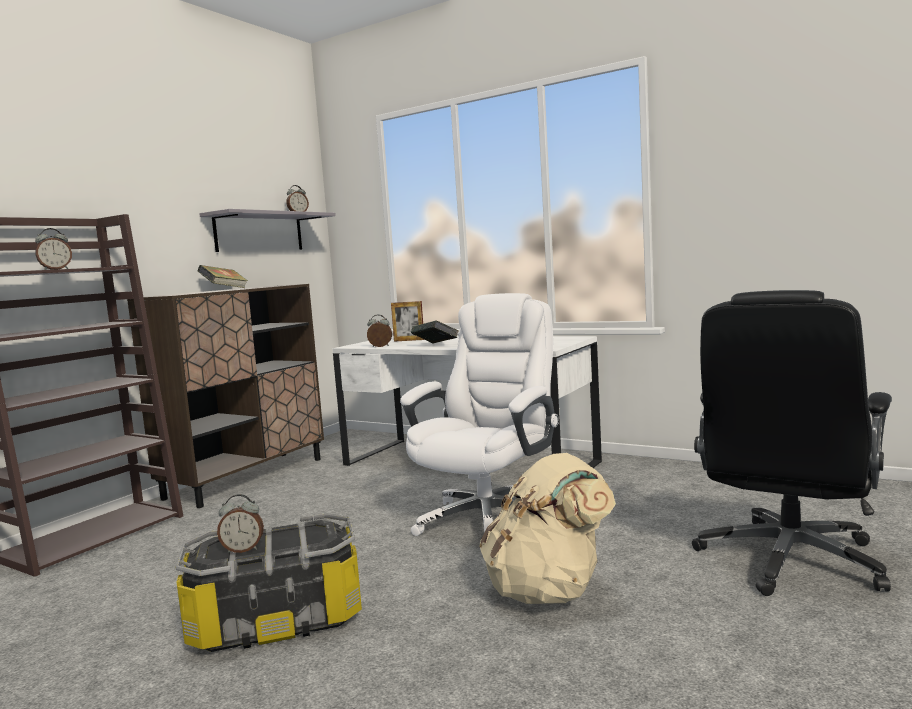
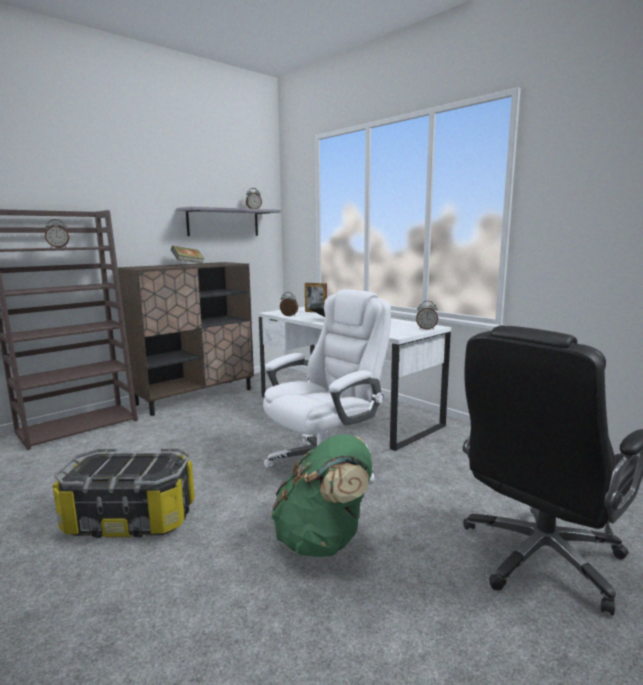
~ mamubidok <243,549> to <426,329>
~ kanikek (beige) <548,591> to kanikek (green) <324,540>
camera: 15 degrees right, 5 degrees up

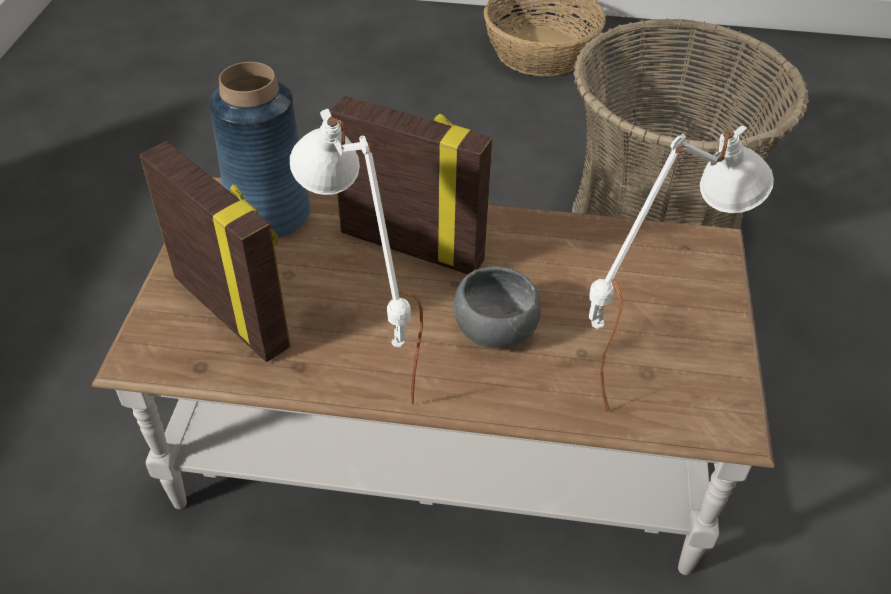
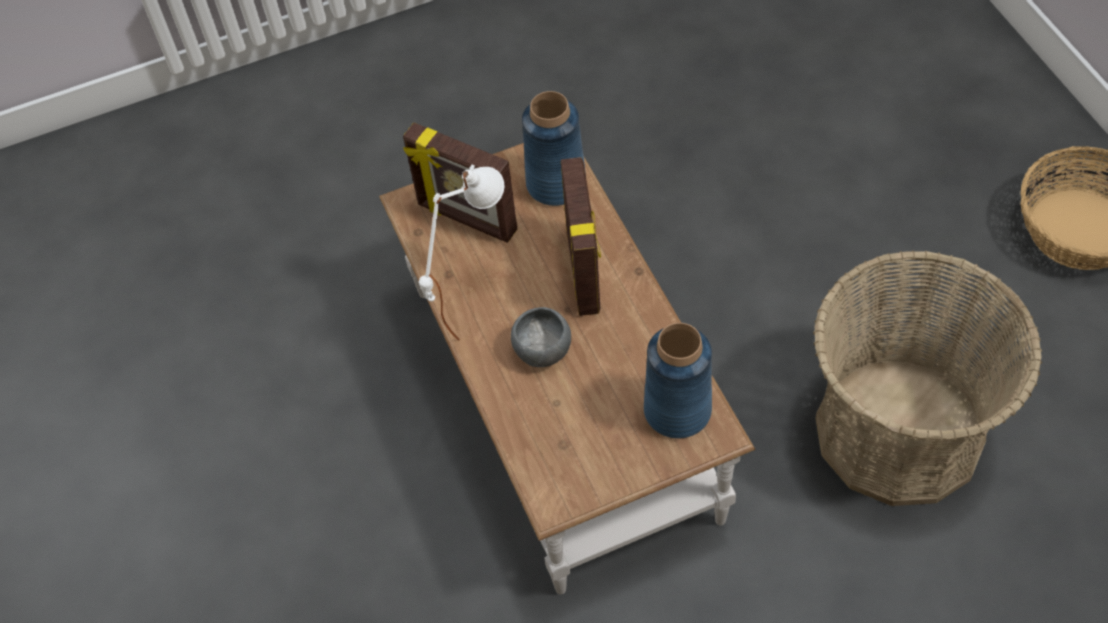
~ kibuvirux <233,311> = <466,219> 105 degrees clockwise
- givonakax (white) <639,365>
+ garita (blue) <678,410>
camera: 65 degrees right, 10 degrees up

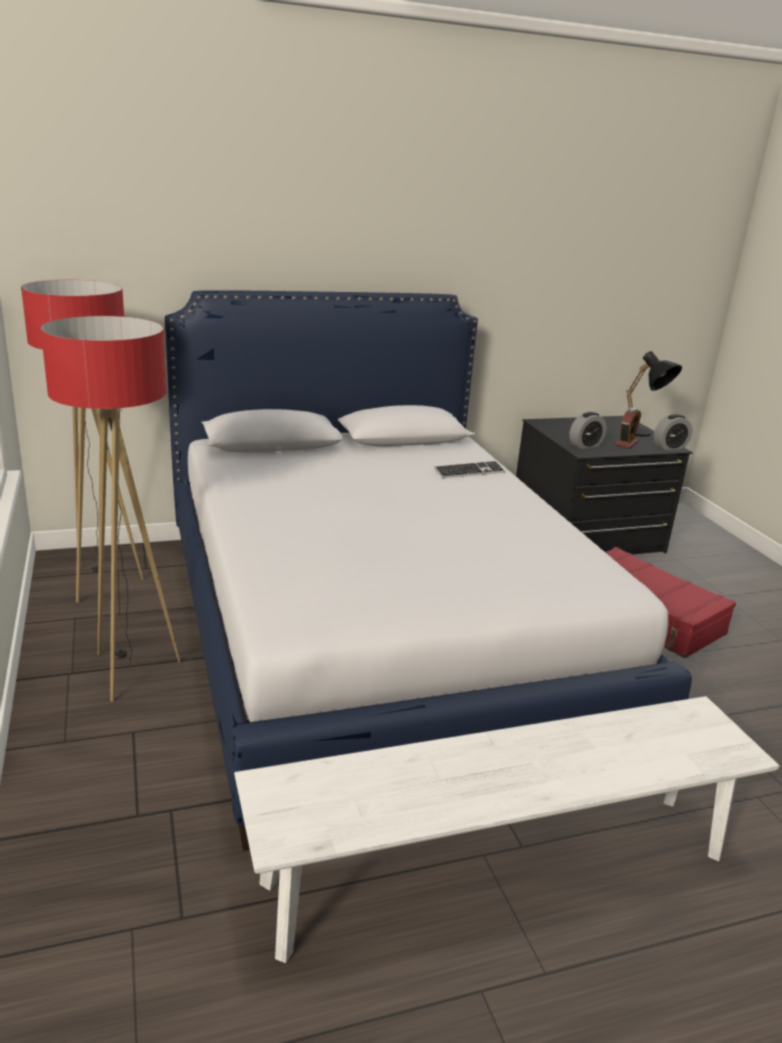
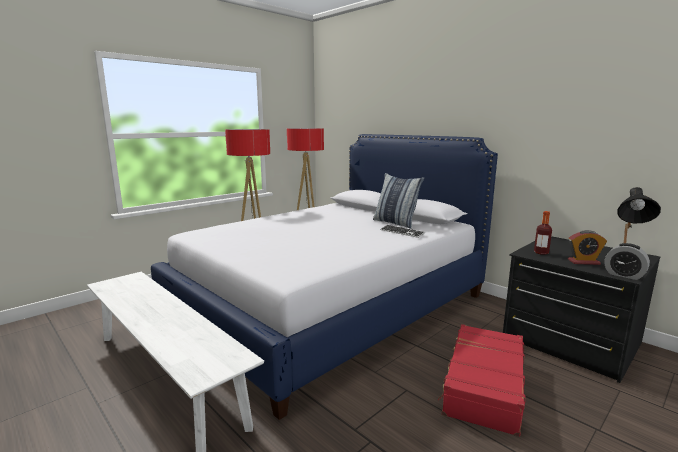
~ mamubidok <585,445> to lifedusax <541,252>
+ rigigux <396,223>
camera: 65 degrees right, 10 degrees down

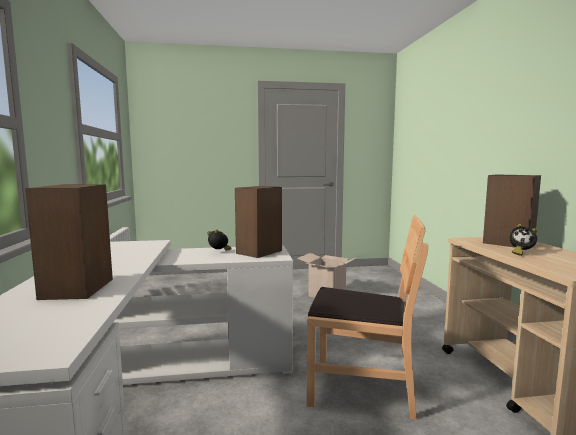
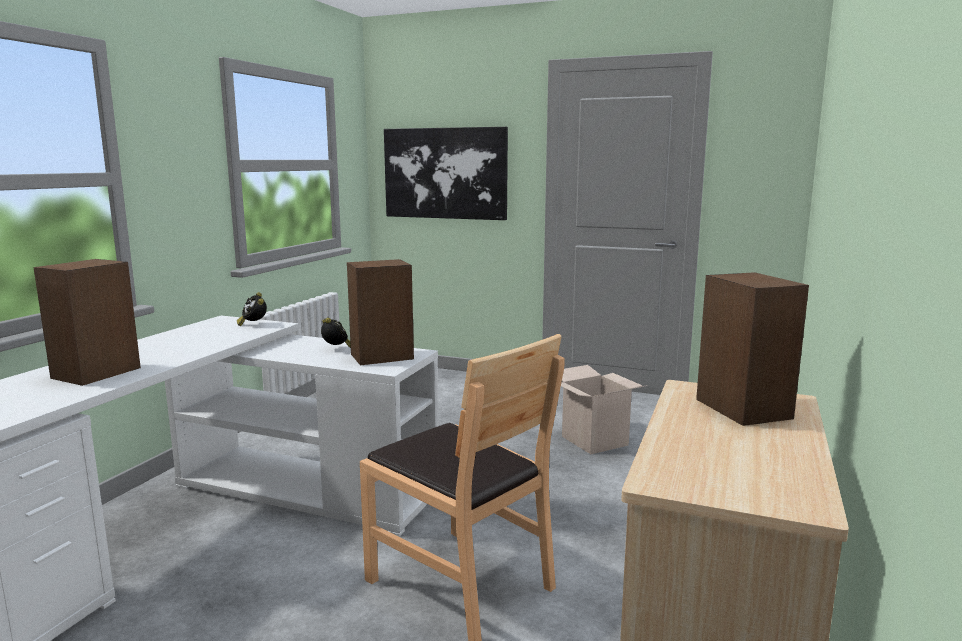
~ mamubidok <520,253> to <253,324>
+ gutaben <445,173>
camera: 30 degrees right, 5 degrees up

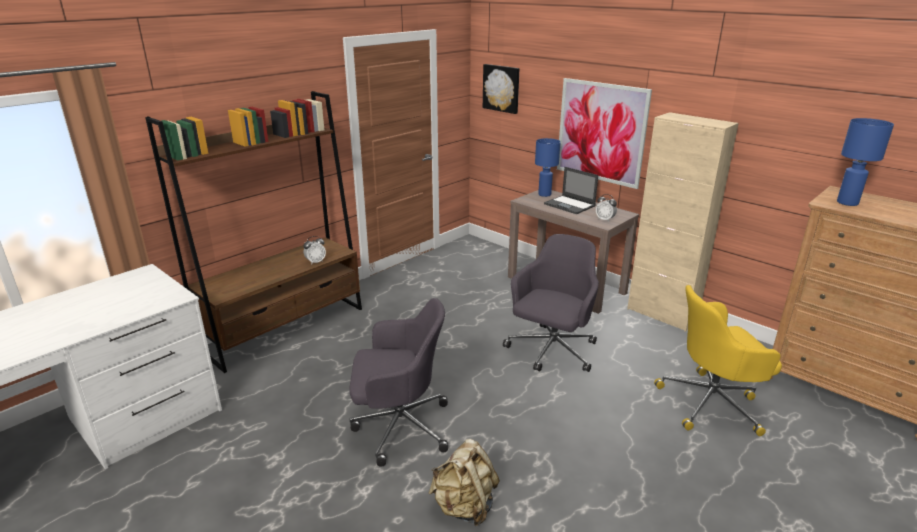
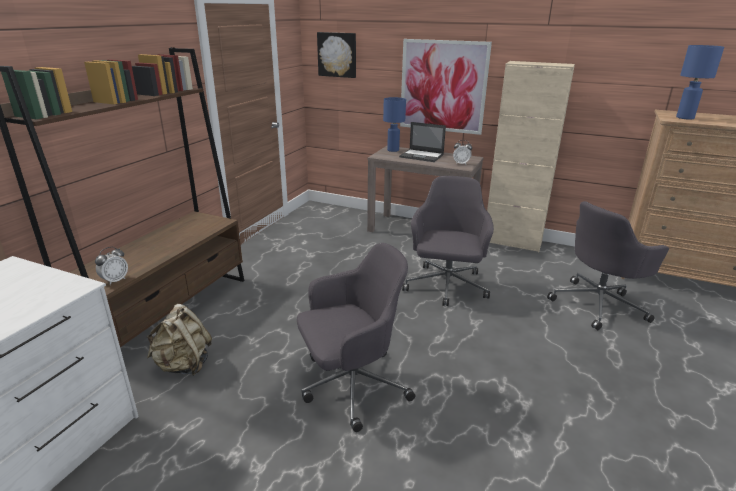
~ mamubidok <315,262> to <115,280>
~ kanikek (beige) <464,506> to <184,365>
~ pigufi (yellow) <712,403> to pigufi (grey) <599,304>
camera: 20 degrees left, 0 degrees up

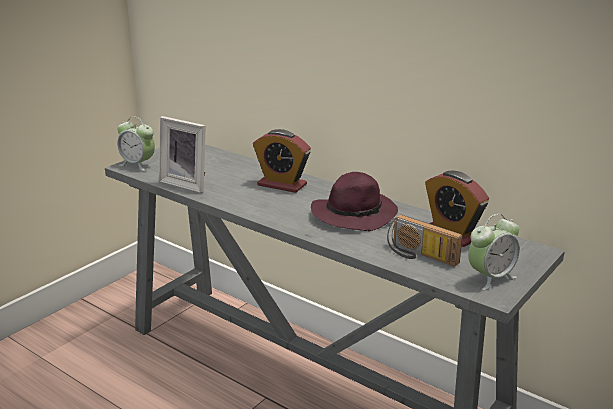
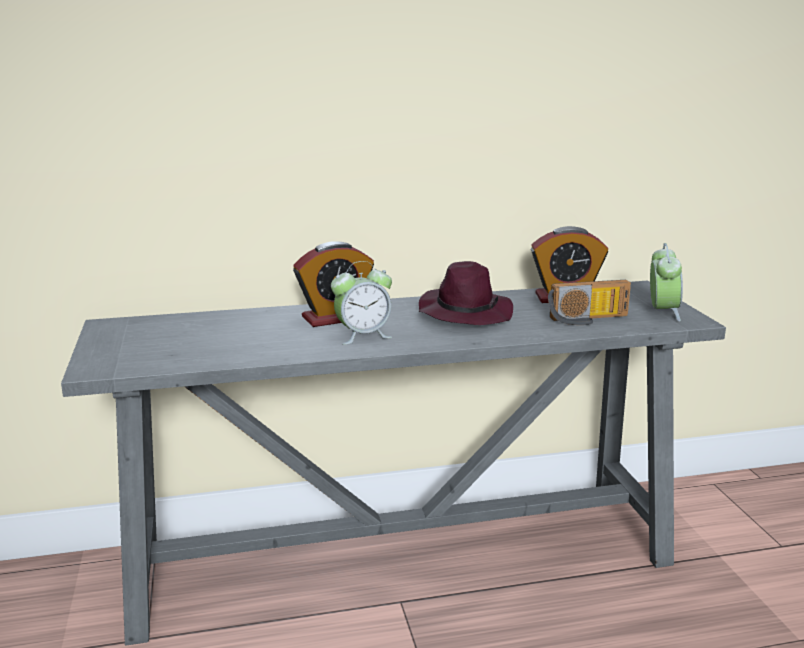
~ mamubidok <138,165> to <363,336>
- kibuvirux <187,183>
camera: 50 degrees left, 5 degrees down

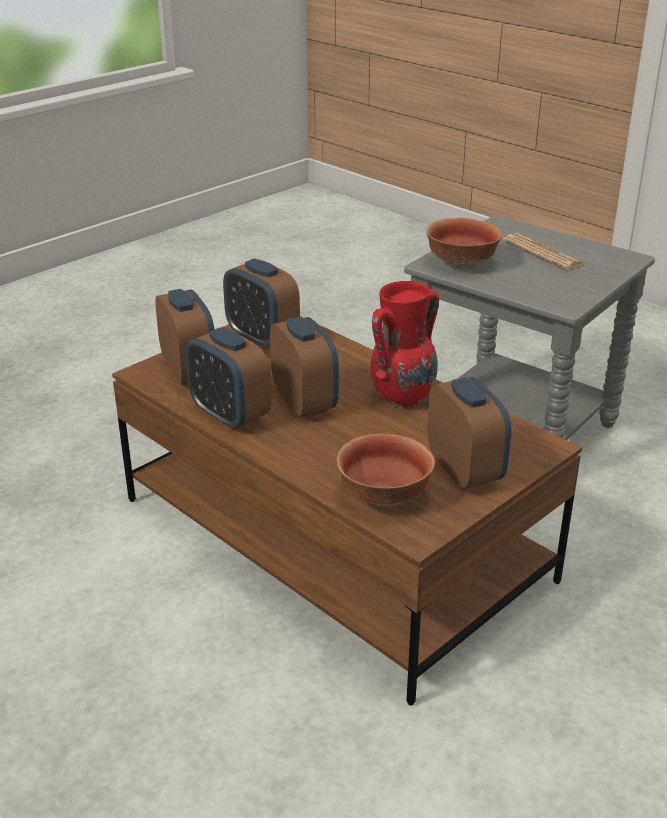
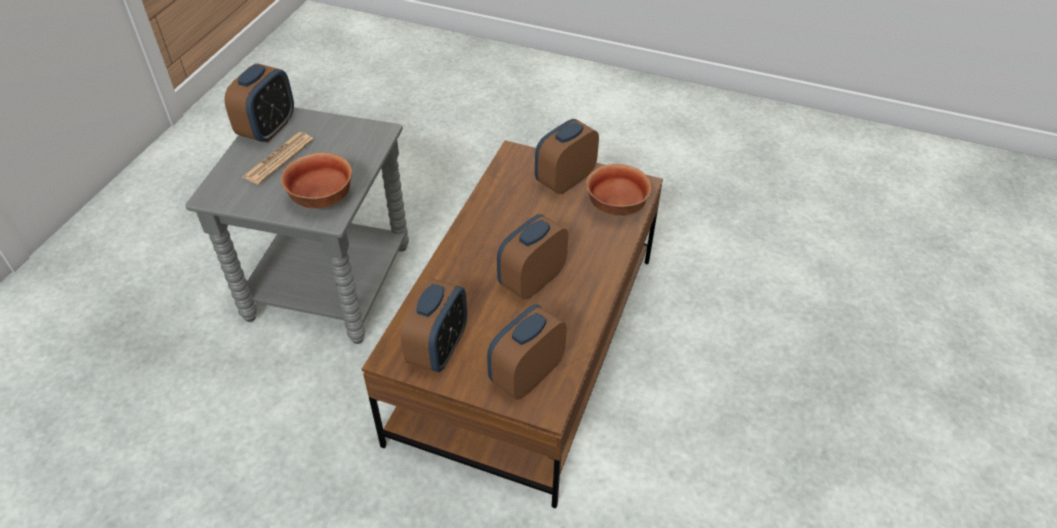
~ mamubidok <230,415> to <268,129>
- garita (red) <401,399>
camera: 115 degrees left, 15 degrees up

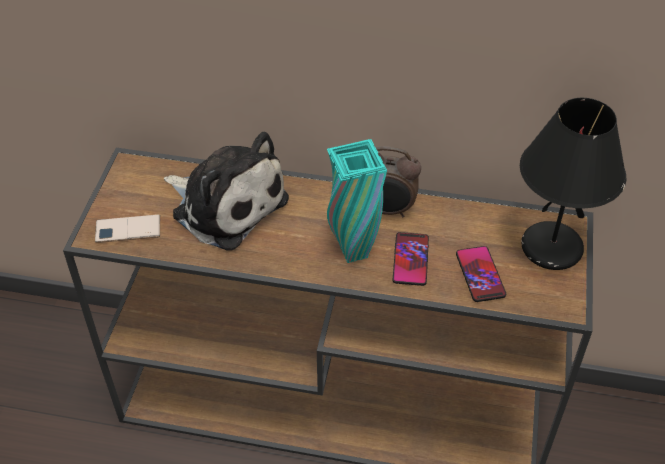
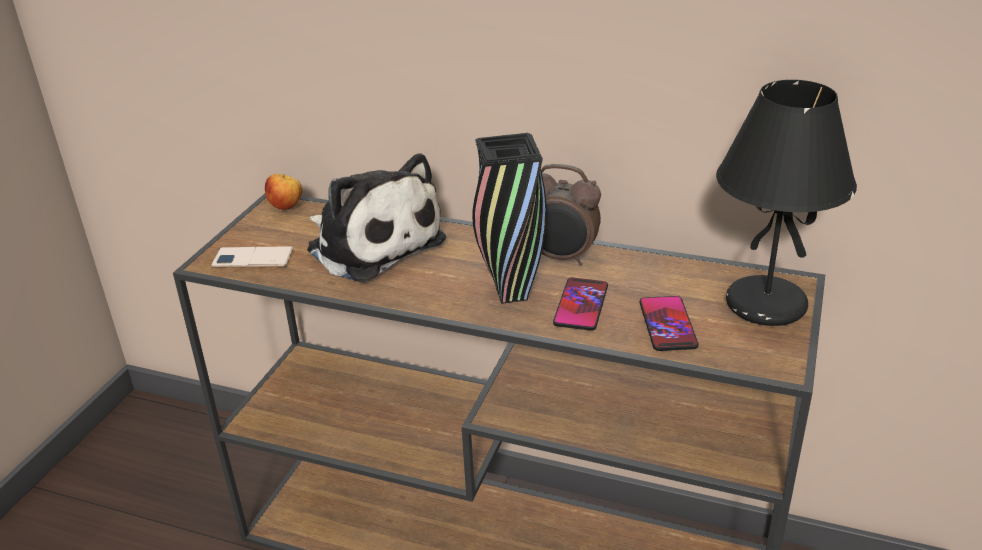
~ garita (turquoise) <354,252> to garita (black) <511,294>
+ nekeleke <286,207>
camera: 10 degrees right, 15 degrees down

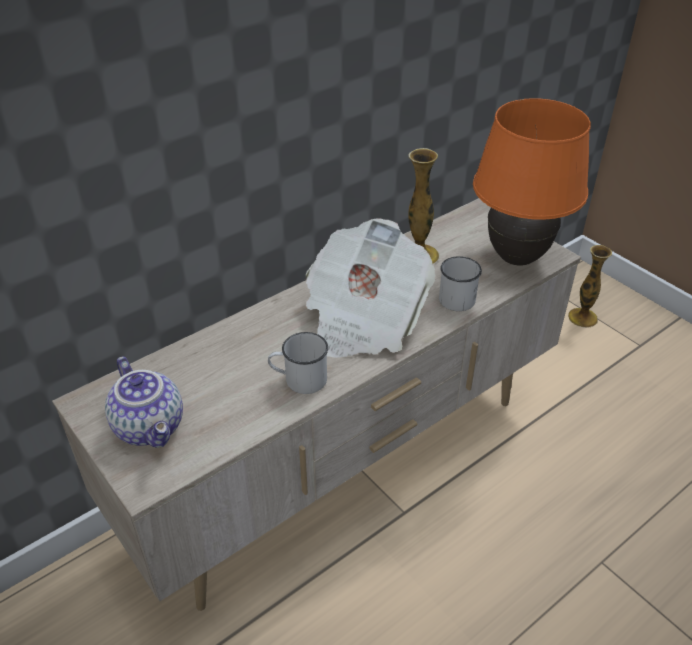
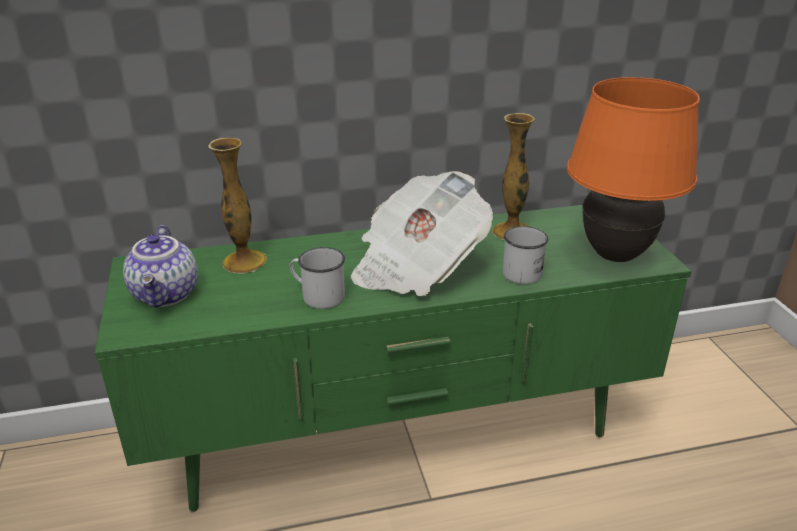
~ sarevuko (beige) <345,468> to sarevuko (green) <398,439>
~ garita <582,317> to <244,261>
camera: 25 degrees right, 10 degrees down

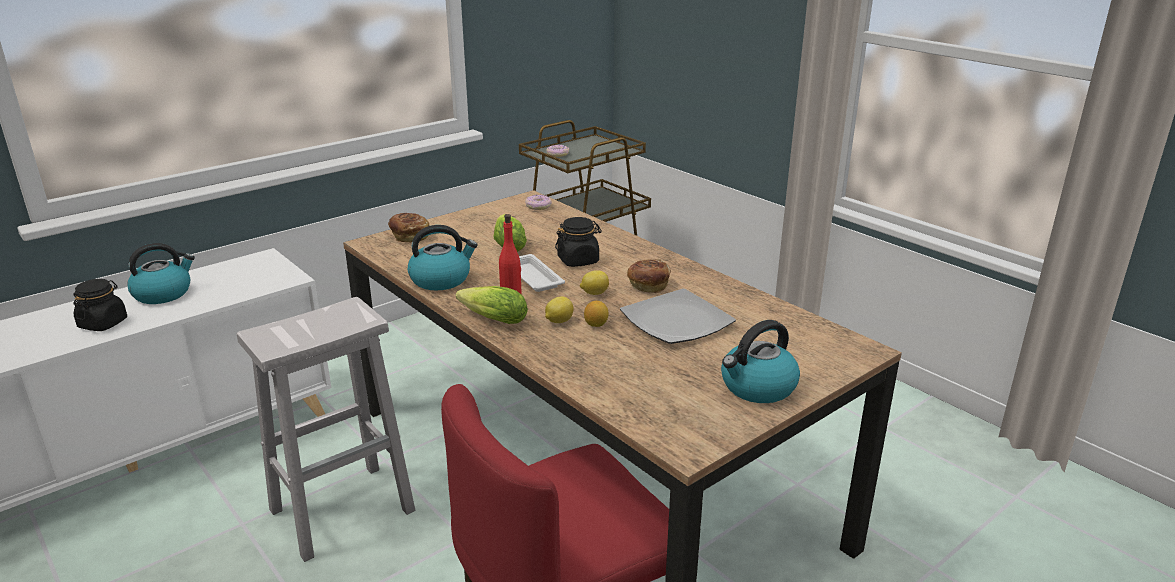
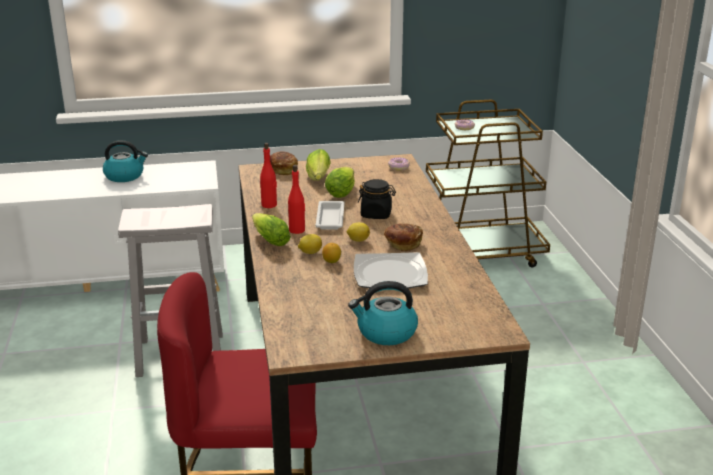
- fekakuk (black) <103,323>
~ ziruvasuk <441,279> to lifedusax (red) <269,205>
+ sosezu <318,178>
camera: 30 degrees right, 0 degrees up

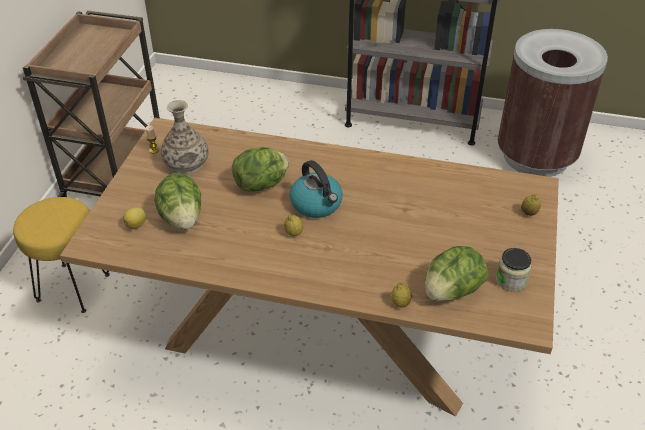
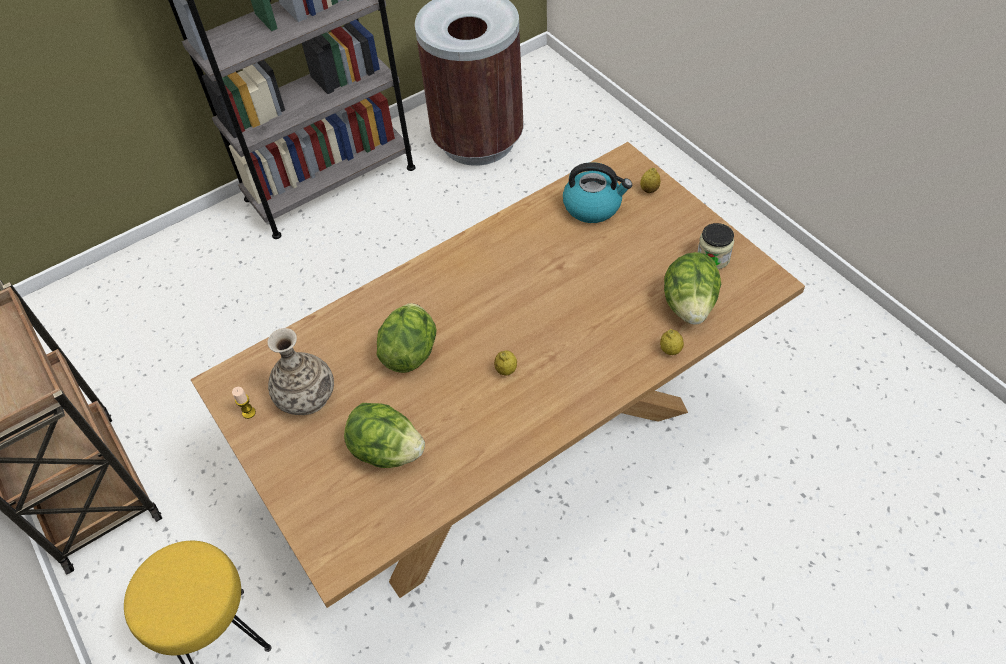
- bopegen <137,225>
~ ziruvasuk <317,204> to <593,206>
camera: 45 degrees left, 10 degrees up

